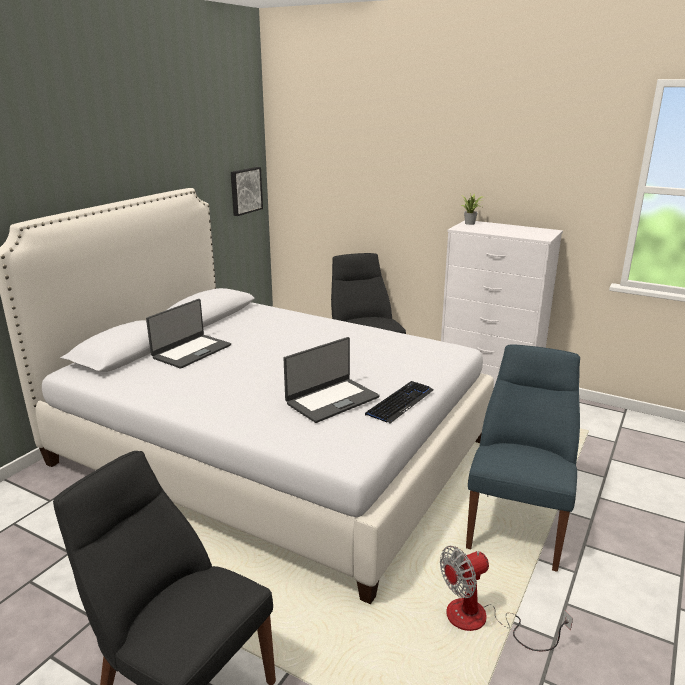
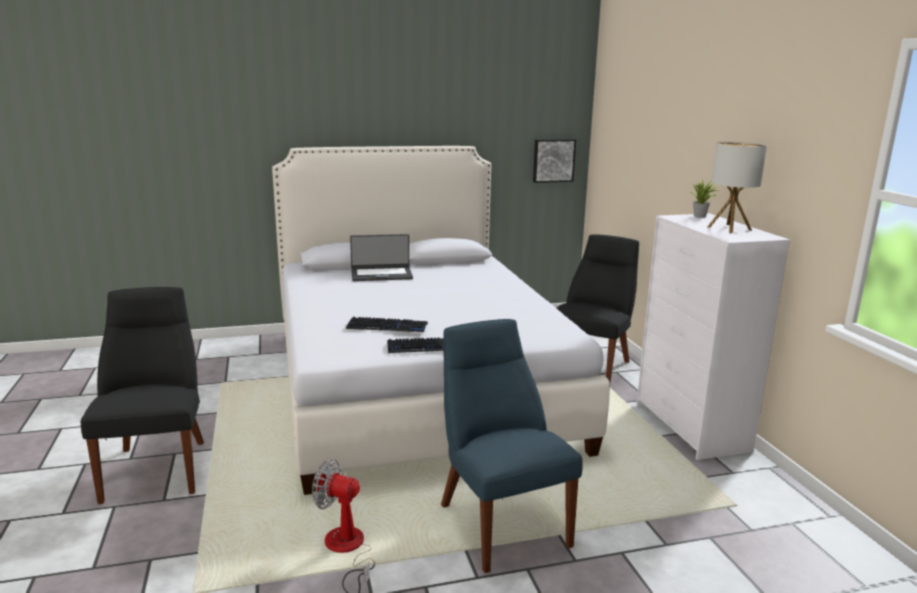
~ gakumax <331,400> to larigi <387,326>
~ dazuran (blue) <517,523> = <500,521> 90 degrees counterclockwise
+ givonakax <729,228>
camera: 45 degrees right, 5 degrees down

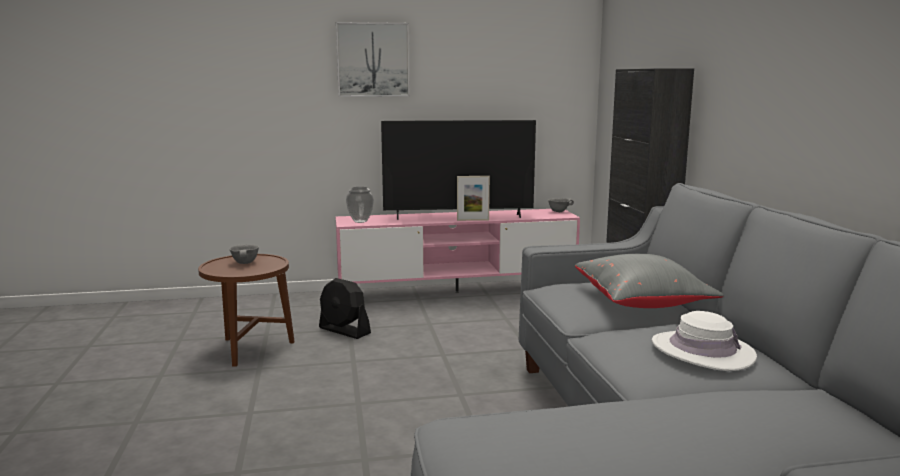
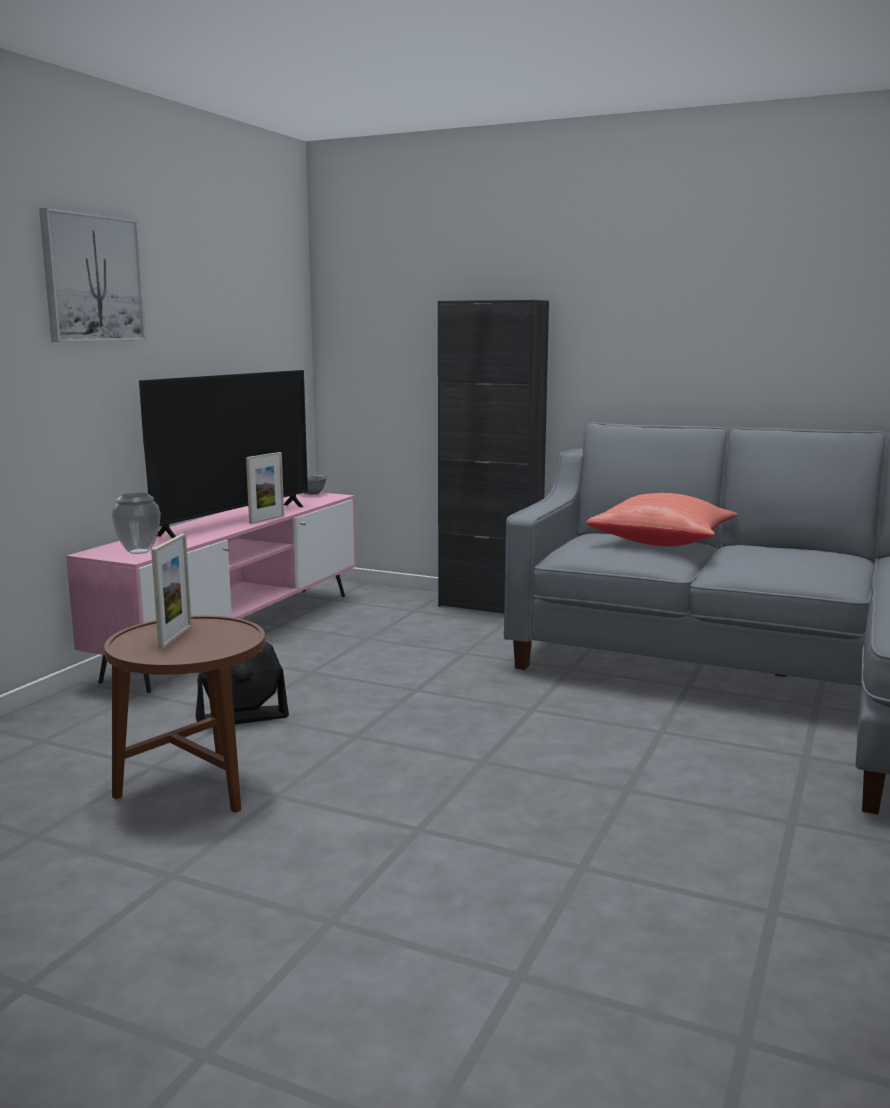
~ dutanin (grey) <245,263> to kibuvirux <175,637>
~ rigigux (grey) <642,303> to rigigux (red) <663,543>
- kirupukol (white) <702,351>
camera: 55 degrees left, 0 degrees up

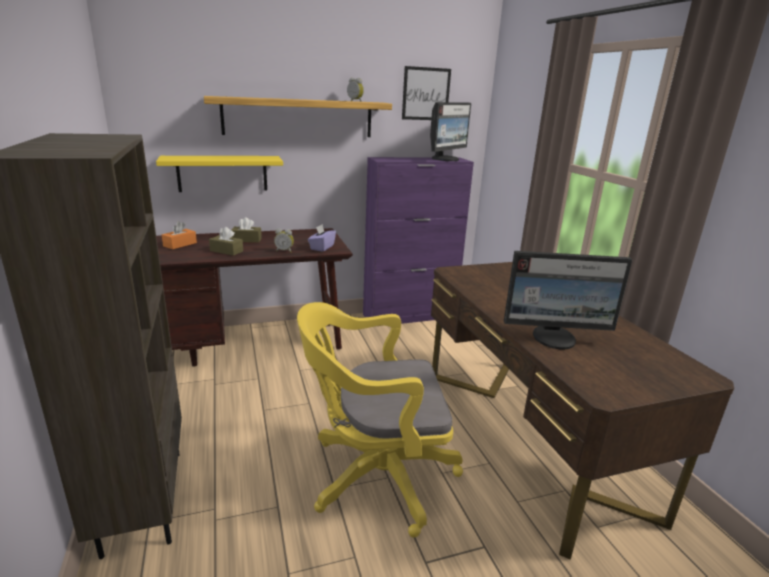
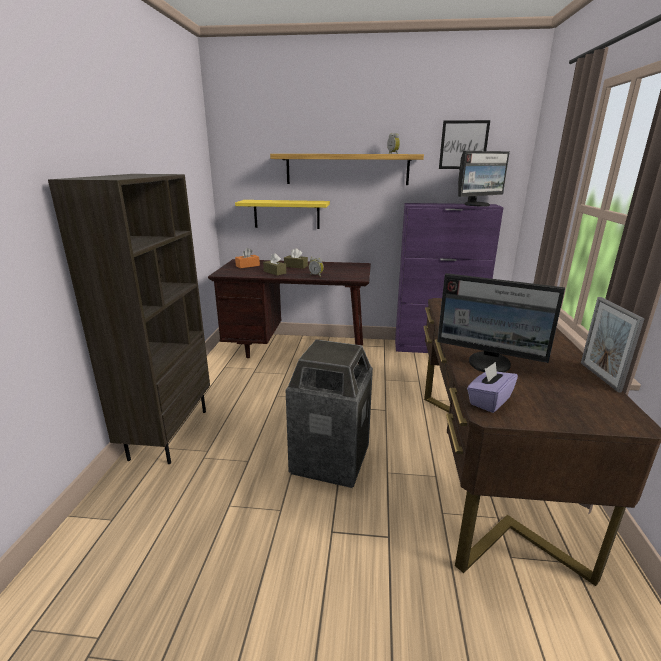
~ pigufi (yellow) <374,476> to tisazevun <330,460>
~ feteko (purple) <321,247> to <489,401>
+ kibuvirux <599,376>
camera: 25 degrees right, 0 degrees up

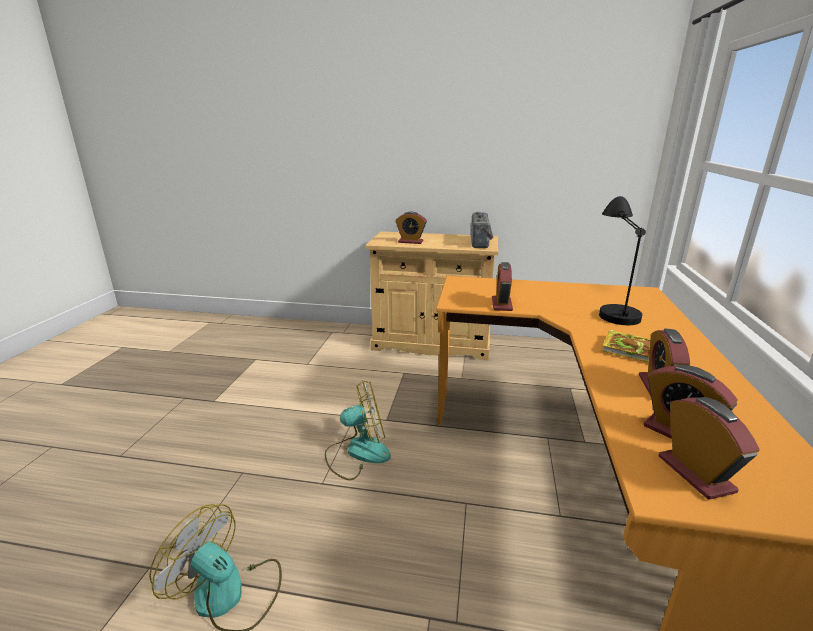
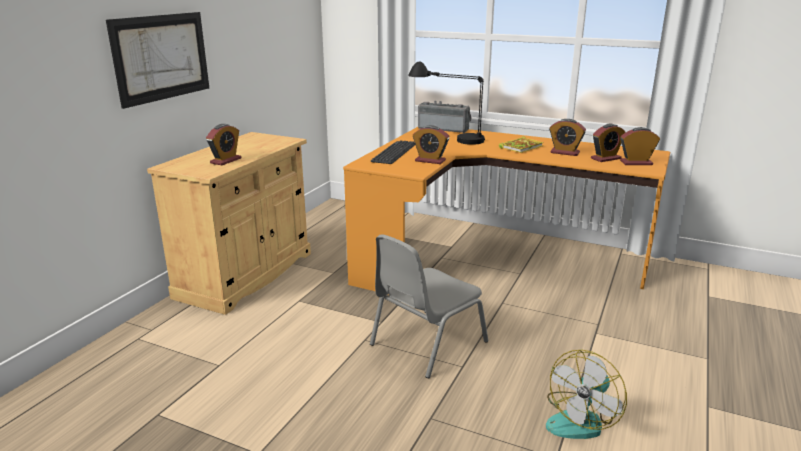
~ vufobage <357,453> to dazuran (grey) <426,343>
~ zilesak <482,242> to <444,129>
+ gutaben <162,57>
+ larigi <394,153>
camera: 75 degrees left, 0 degrees up

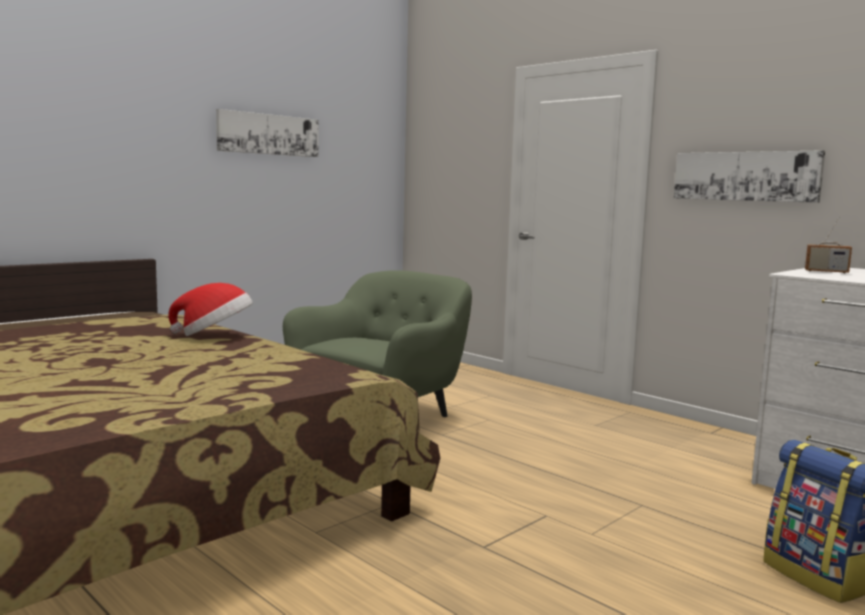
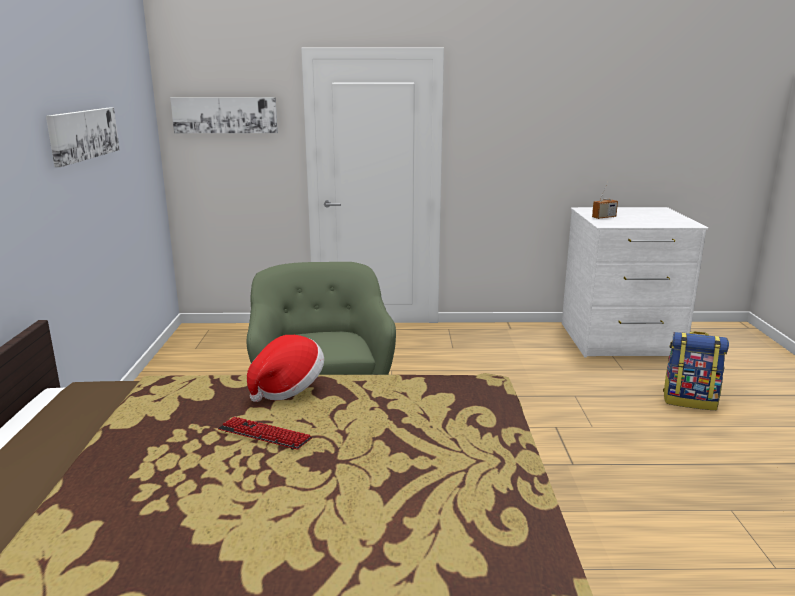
~ gutaben <745,176> to <225,115>
+ larigi <264,435>
camera: 45 degrees left, 10 degrees up

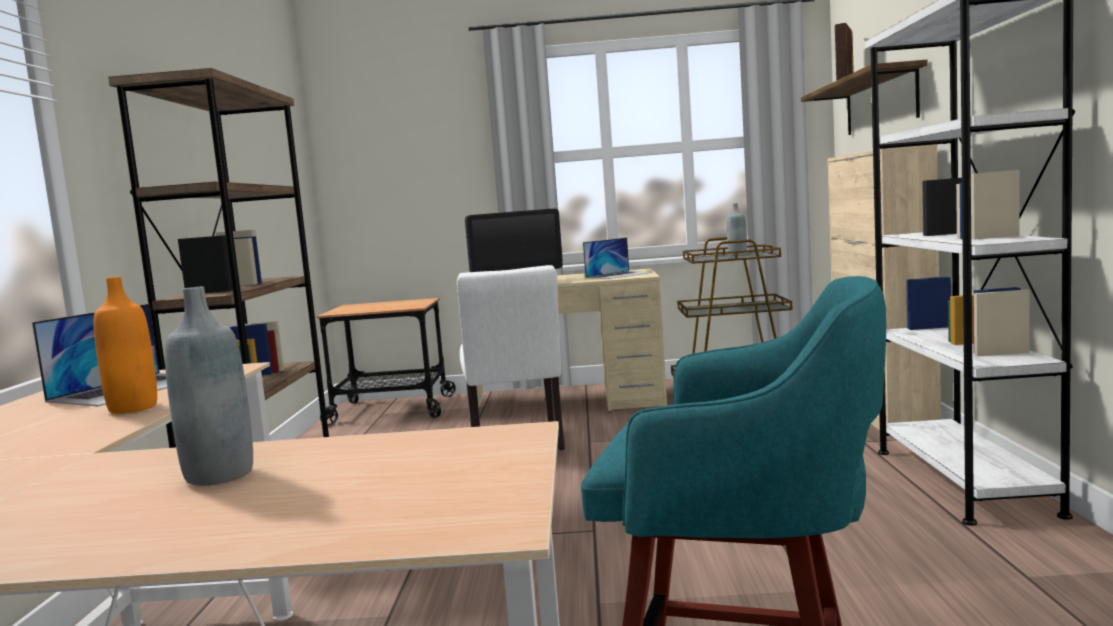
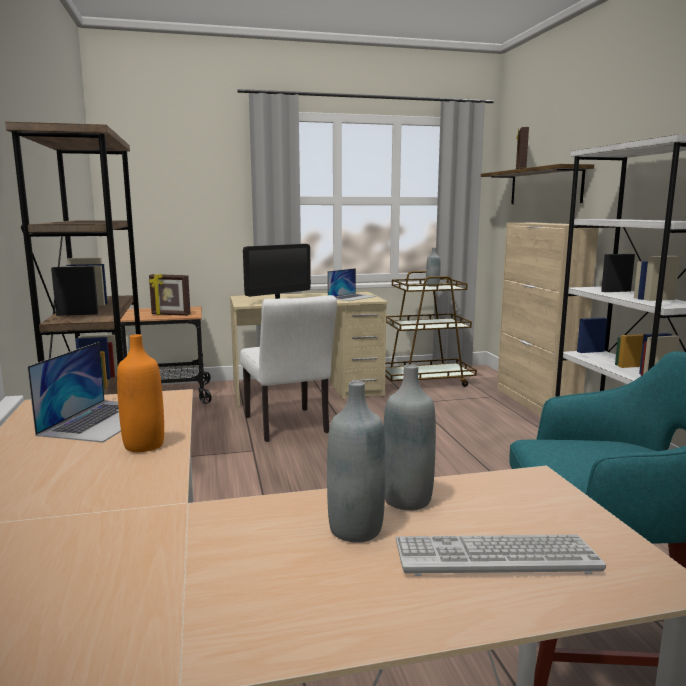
+ kibuvirux <170,315>
+ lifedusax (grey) <407,500>
+ larigi <495,556>
camera: 15 degrees left, 5 degrees up

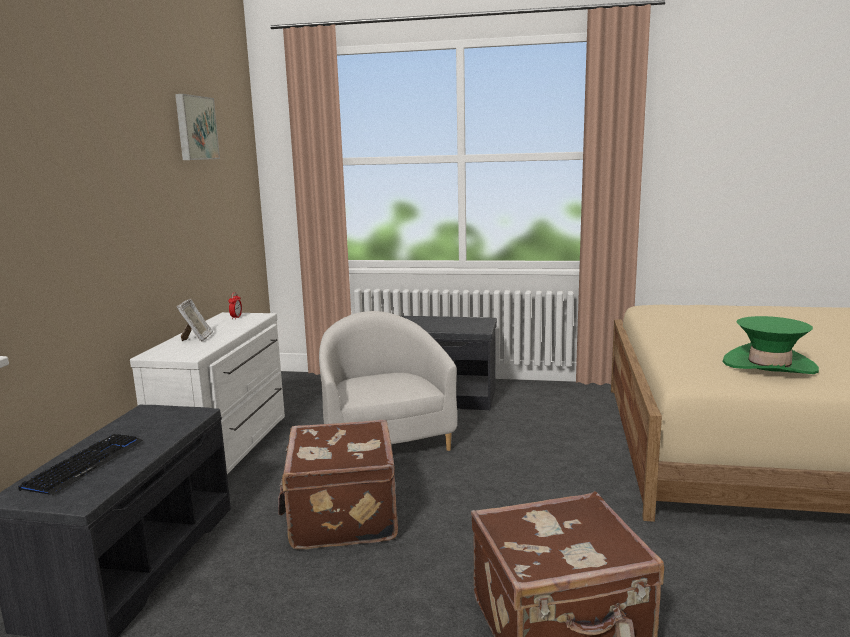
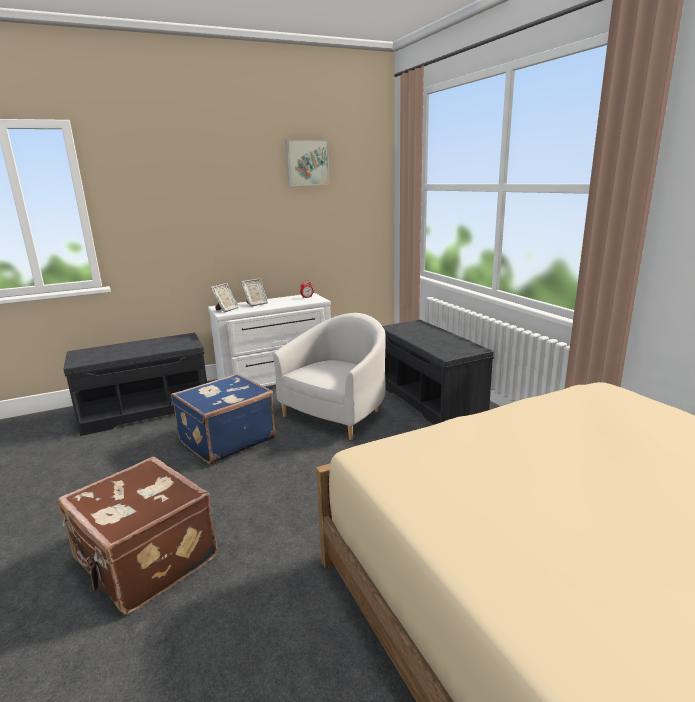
- larigi <85,465>
~ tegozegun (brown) <341,516> to tegozegun (blue) <226,439>
- kirupukol (green) <769,365>
+ kibuvirux <226,310>
camera: 55 degrees right, 5 degrees up

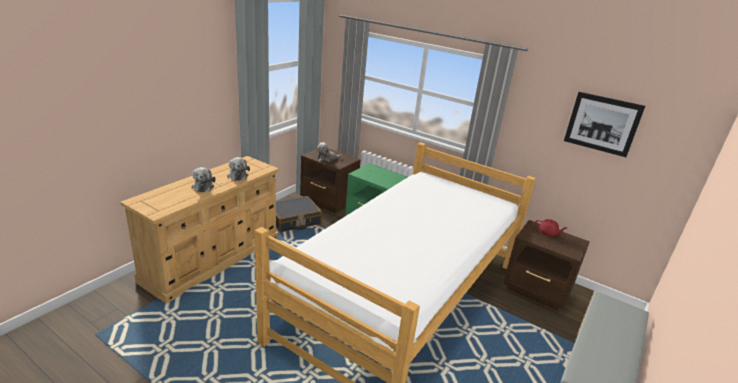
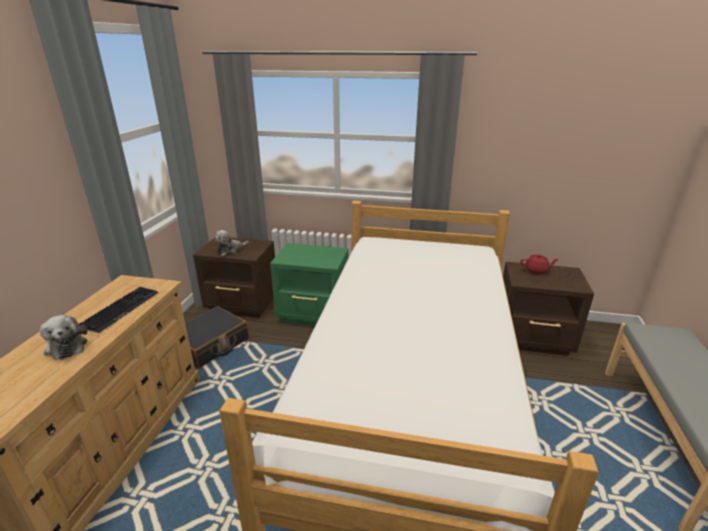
~ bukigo <238,175> to larigi <120,309>
- gutaben <602,124>
camera: 20 degrees left, 0 degrees up

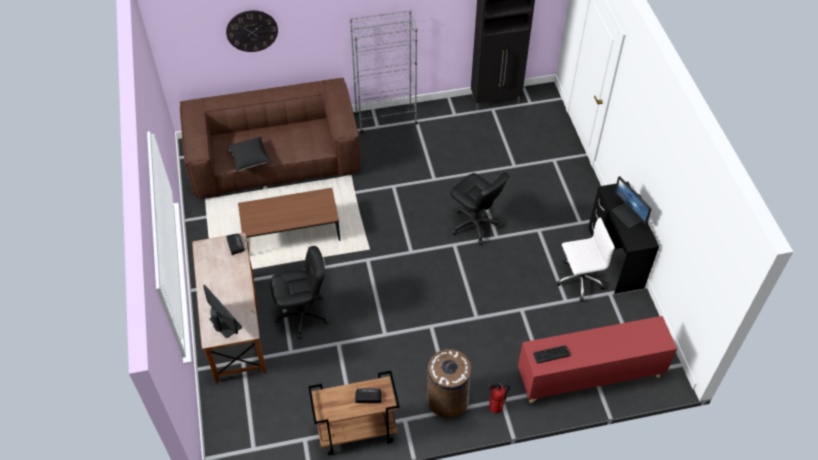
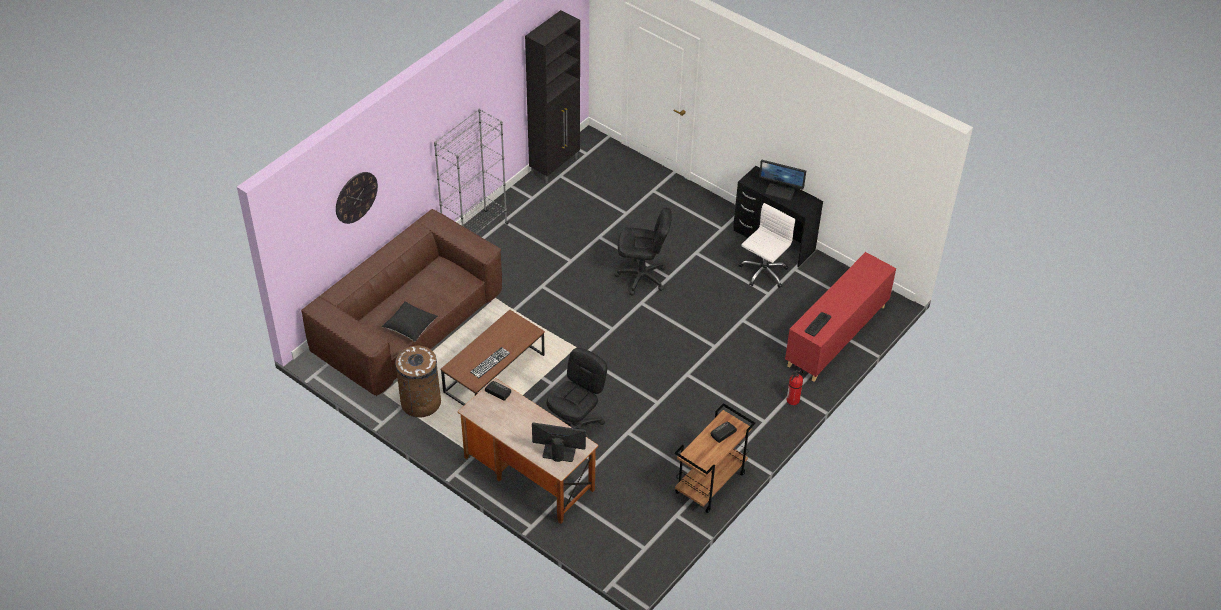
~ tisazevun (brown) <447,400> to <420,402>
+ larigi <490,362>
camera: 40 degrees left, 5 degrees down

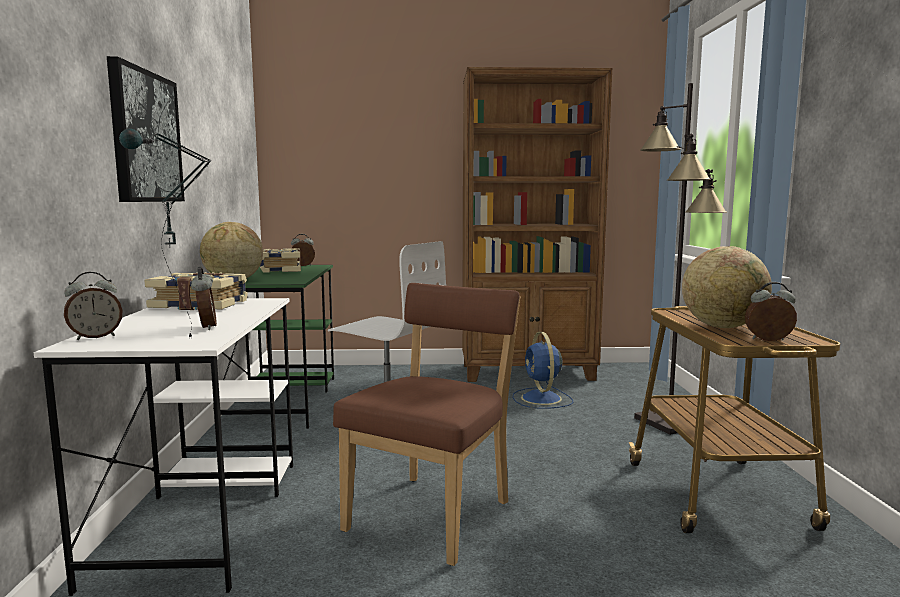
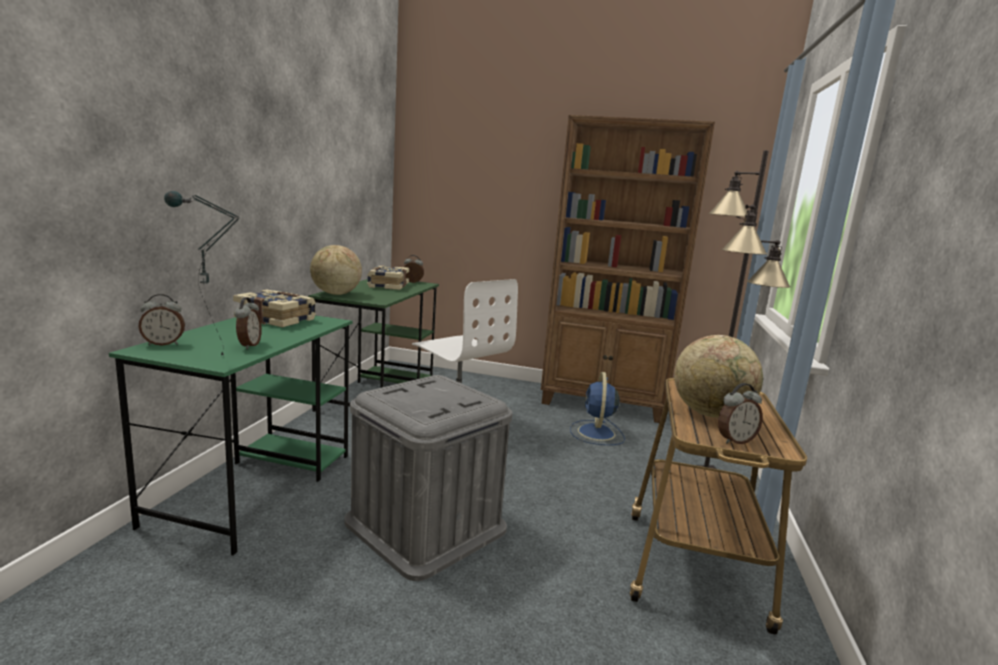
~ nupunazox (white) <203,516> to nupunazox (green) <256,486>
- gutaben <145,137>
~ dazuran (brown) <434,513> to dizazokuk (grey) <426,525>
~ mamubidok <769,340> = <734,440> 135 degrees clockwise
camera: 15 degrees right, 5 degrees up

